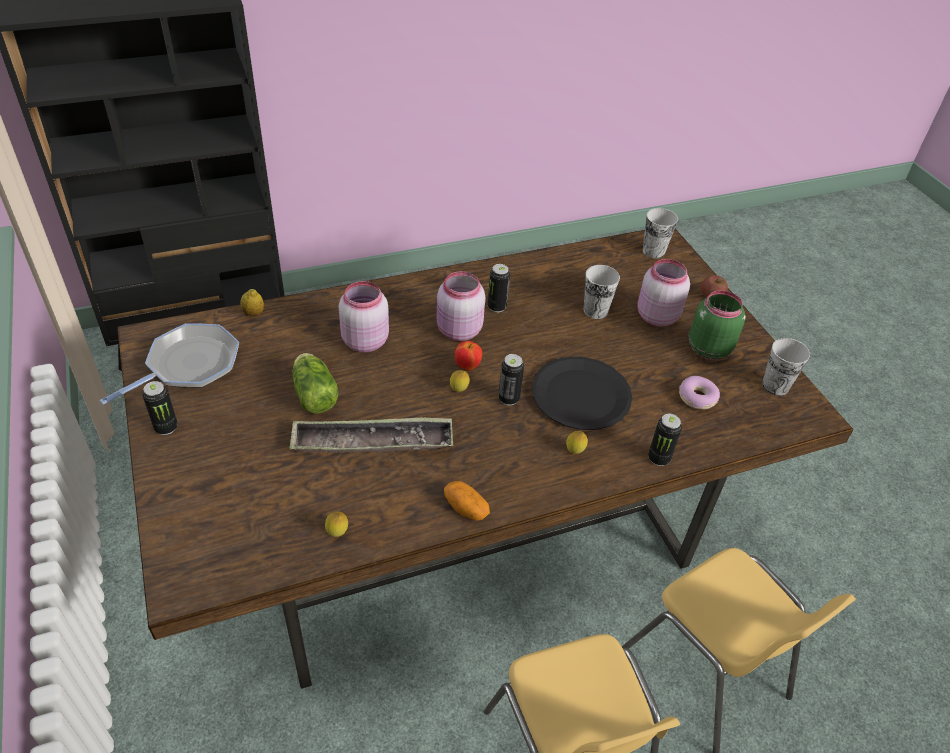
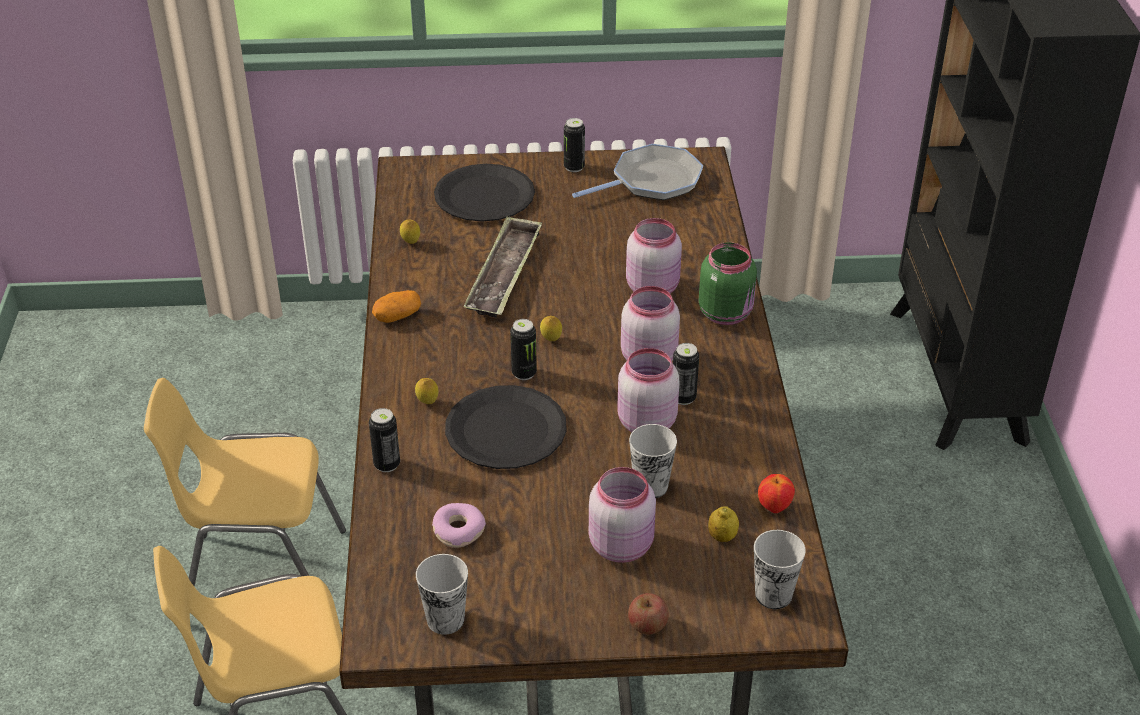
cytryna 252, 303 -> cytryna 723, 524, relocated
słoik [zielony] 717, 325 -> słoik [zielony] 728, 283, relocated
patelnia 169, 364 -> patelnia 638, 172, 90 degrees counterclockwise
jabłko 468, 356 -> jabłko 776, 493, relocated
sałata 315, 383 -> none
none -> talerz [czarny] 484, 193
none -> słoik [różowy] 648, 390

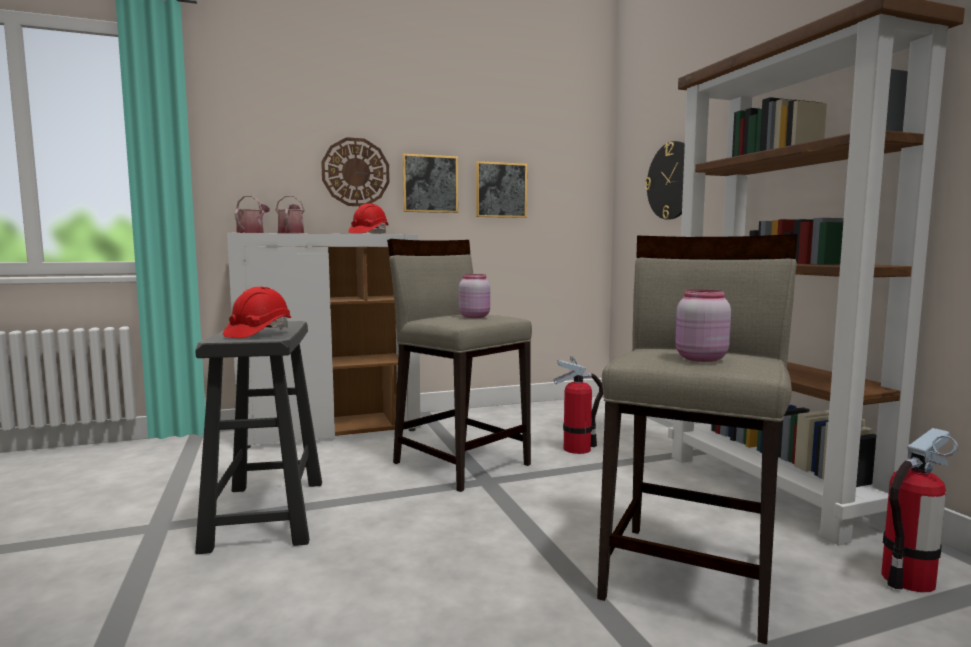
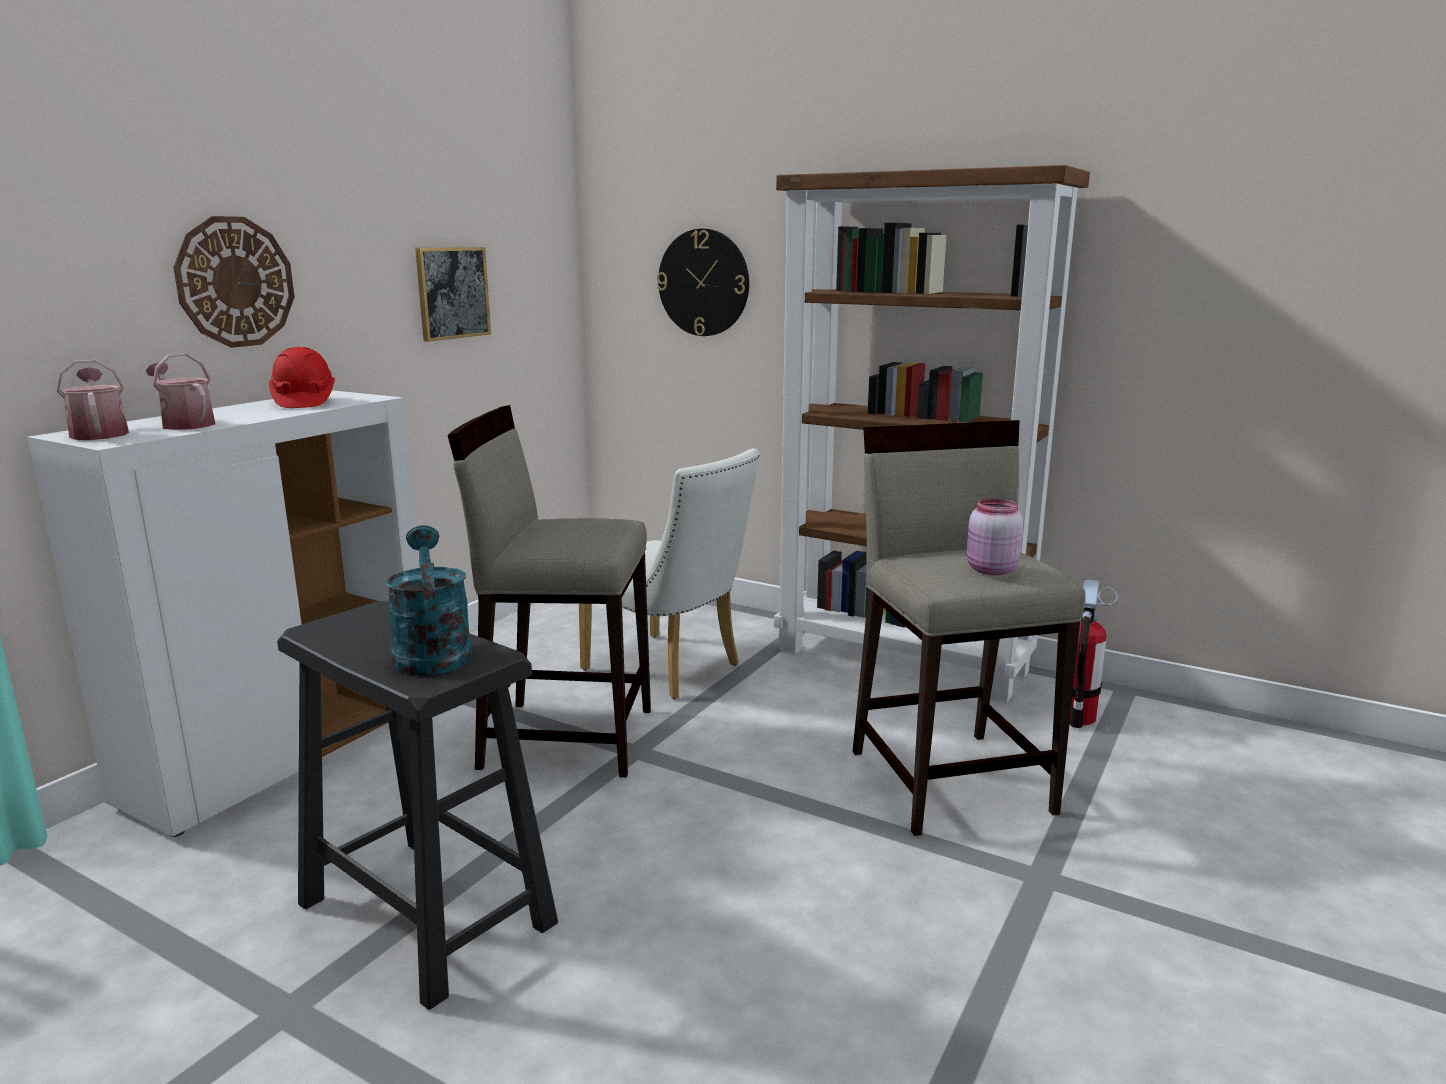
obraz 430, 183 -> none
słoik [różowy] 474, 296 -> none
kask [czerwony] 257, 312 -> konewka [turkusowy] 429, 600
gaśnica 578, 405 -> krzesło [biały] 669, 574

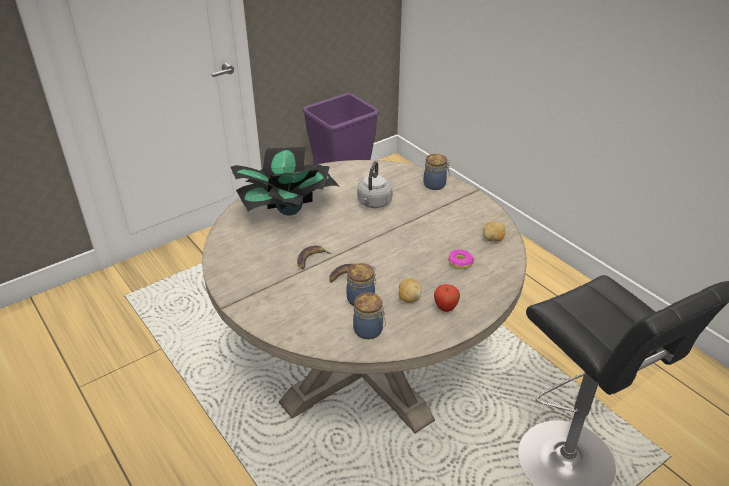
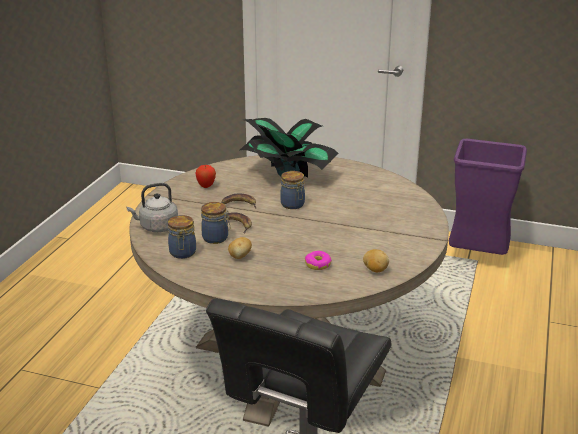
słoik 436, 172 -> słoik 292, 190, relocated
czajnik [szary] 375, 184 -> czajnik [szary] 152, 207, relocated
jabłko 447, 298 -> jabłko 205, 176, relocated

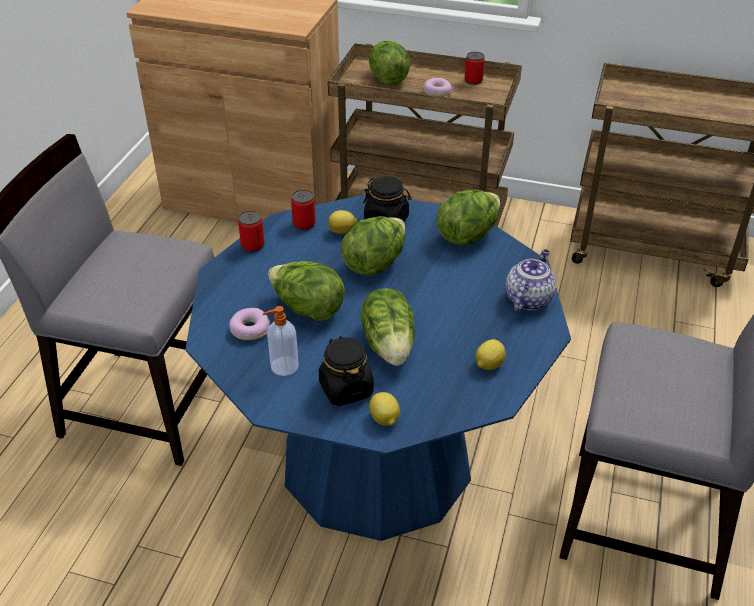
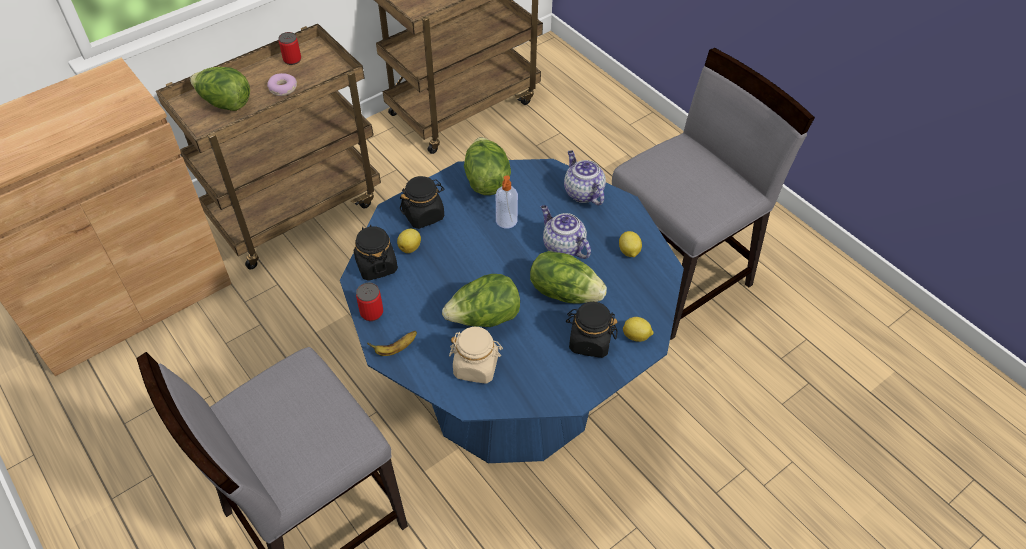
puszka 303, 210 -> słoik [czarny] 376, 253
sałata 373, 246 -> none
dozownik mydła 281, 341 -> dozownik mydła 507, 202, relocated
donut 249, 324 -> słoik [beżowy] 476, 355
none -> imbryk 566, 232
none -> banan 392, 343

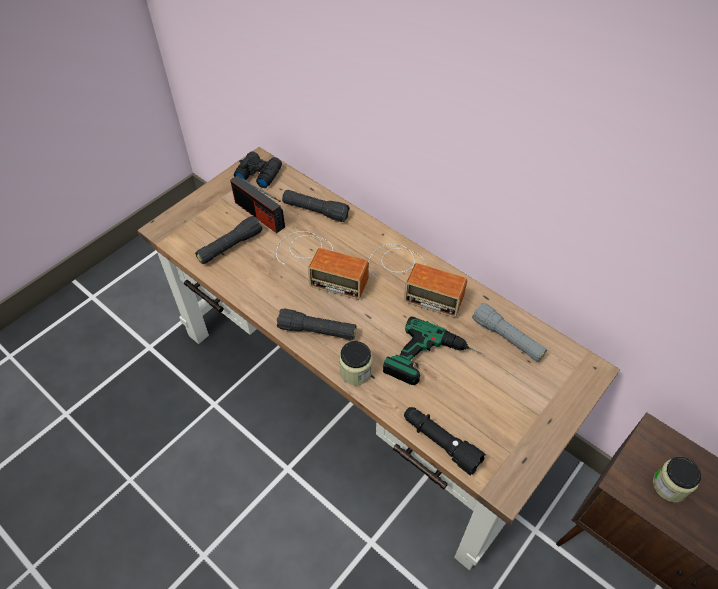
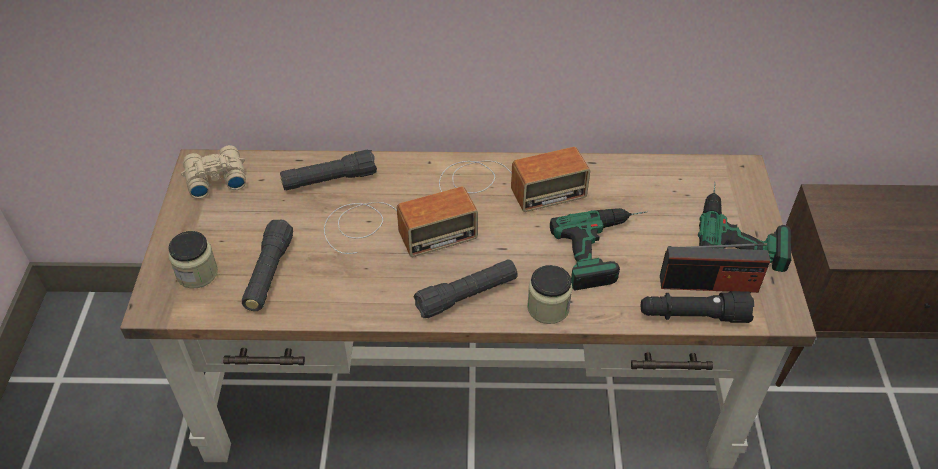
lornetka [czarny] 258, 169 -> lornetka [beżowy] 213, 172
radio 257, 204 -> radio 715, 268, relocated
latarka [szary] 509, 332 -> none
słoik 677, 479 -> słoik 193, 259, relocated
none -> wiertarka 745, 227

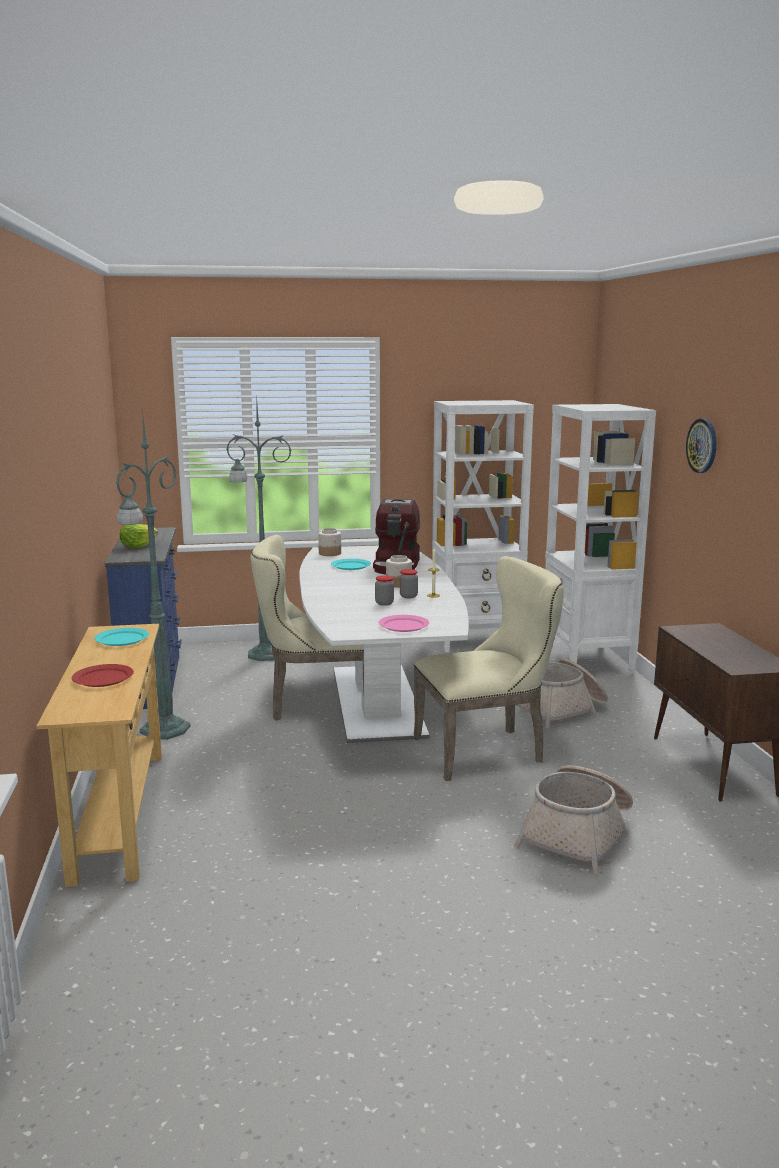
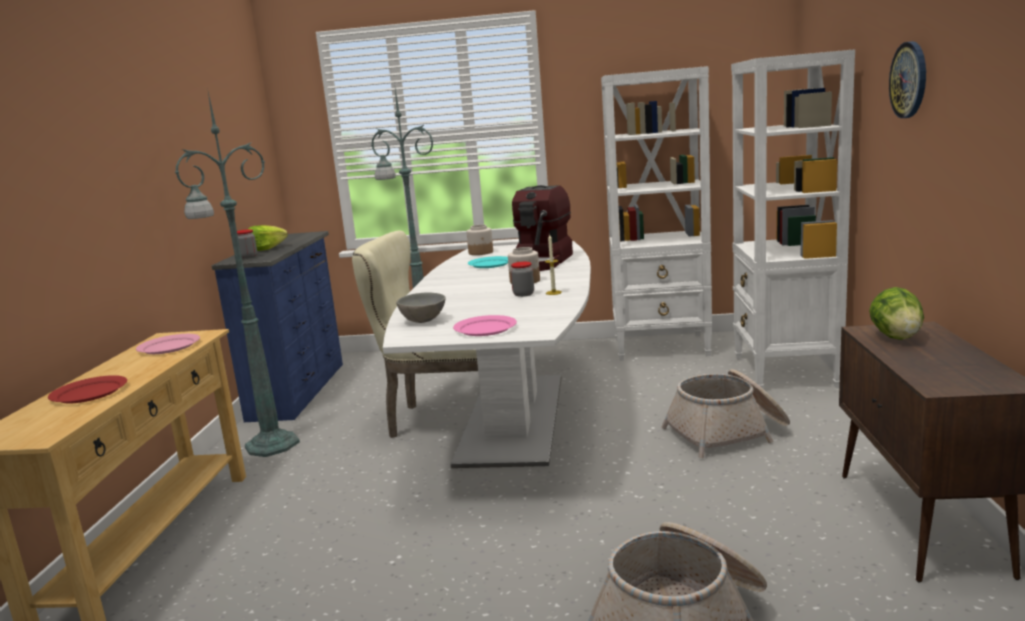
krzesło [beżowy] 489, 668 -> none
słoik 384, 590 -> słoik 247, 244, relocated
talerz [turkusowy] 122, 637 -> talerz [różowy] 168, 344
none -> sałata 896, 313
none -> miska [szary] 421, 308

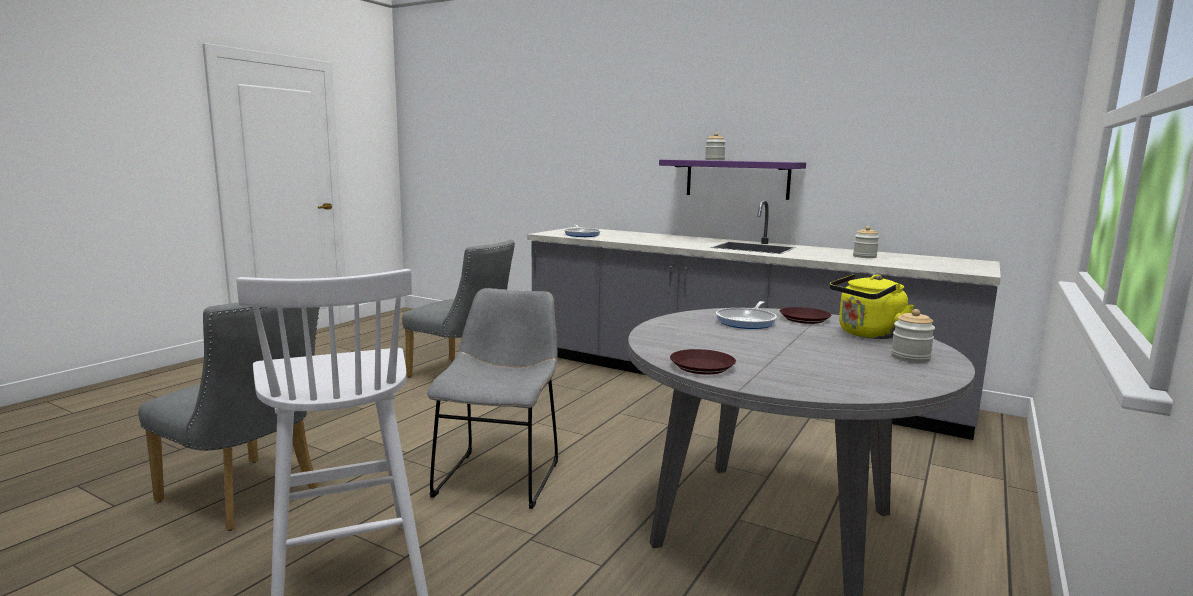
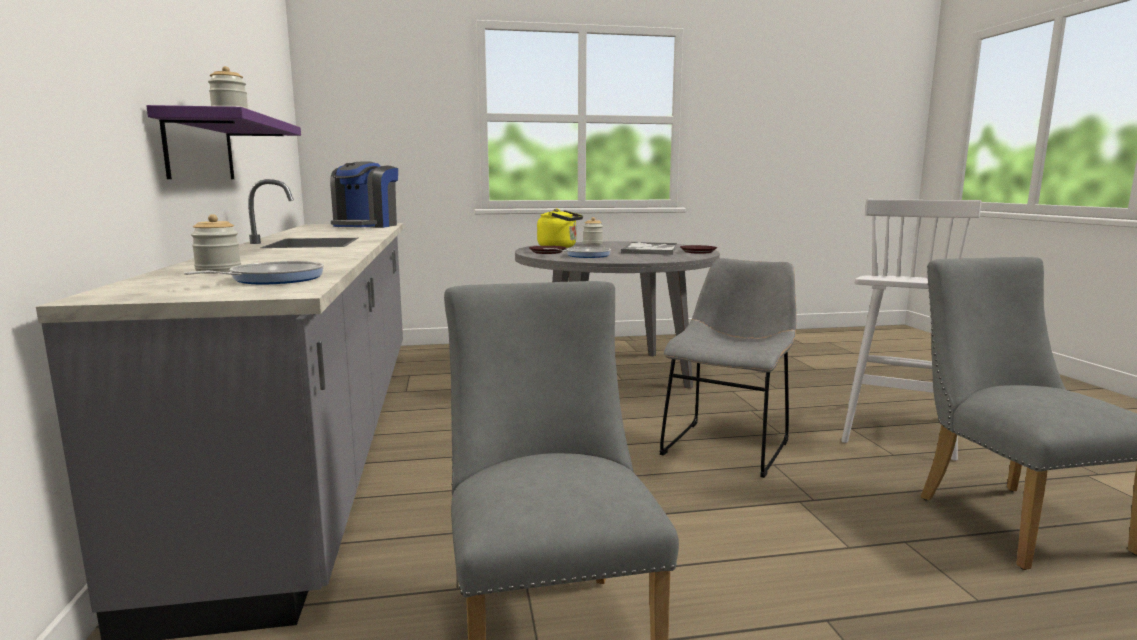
słoik 866, 242 -> słoik 216, 244, relocated
krzesło [szary] 492, 398 -> krzesło [szary] 727, 368, 150 degrees clockwise
none -> ekspres do kawy 364, 194
none -> taca 649, 248

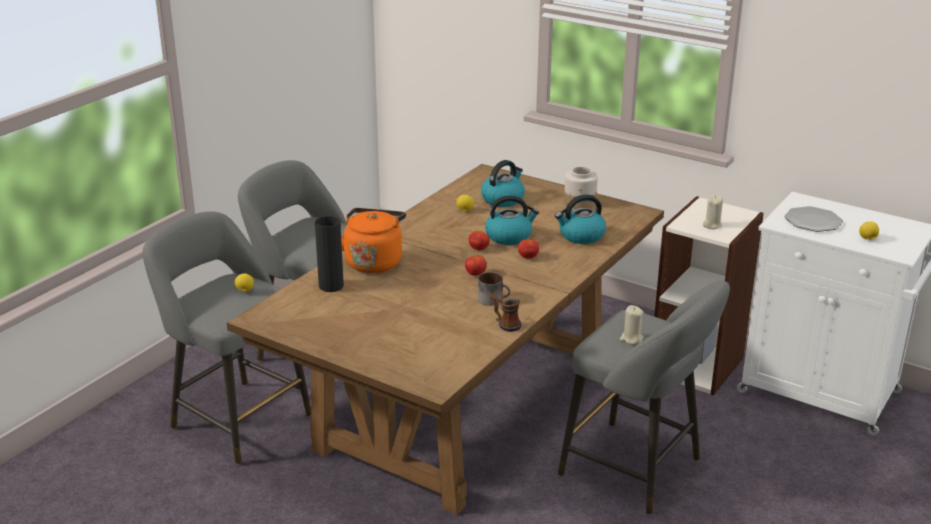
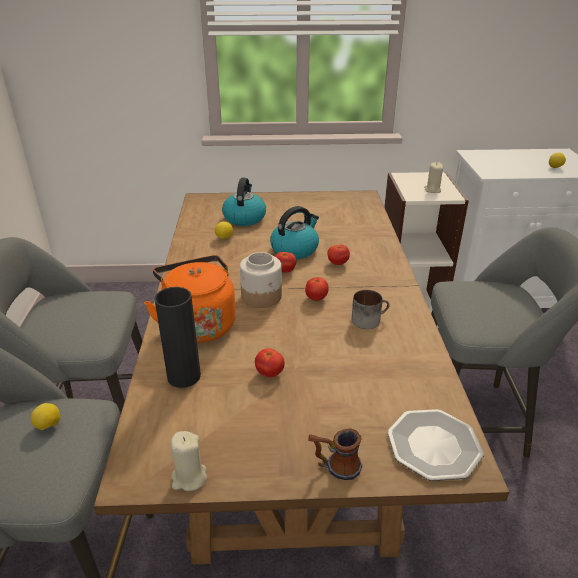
słoik 581, 188 -> słoik 261, 280, relocated
czajnik 580, 219 -> none
talerz 813, 219 -> talerz 435, 445, relocated
kubek 506, 313 -> kubek 335, 454, relocated
świeca [beżowy] 632, 324 -> świeca [beżowy] 189, 461, relocated
none -> pomidor 270, 362

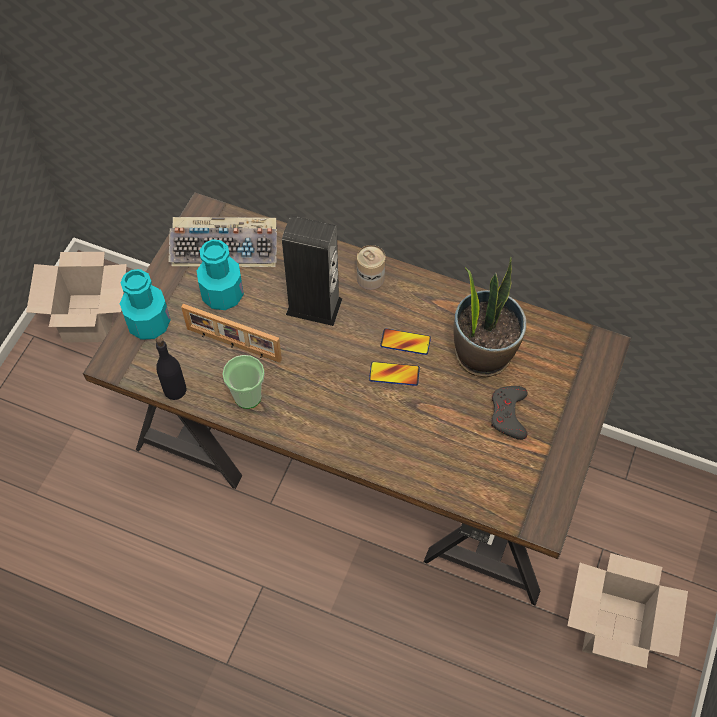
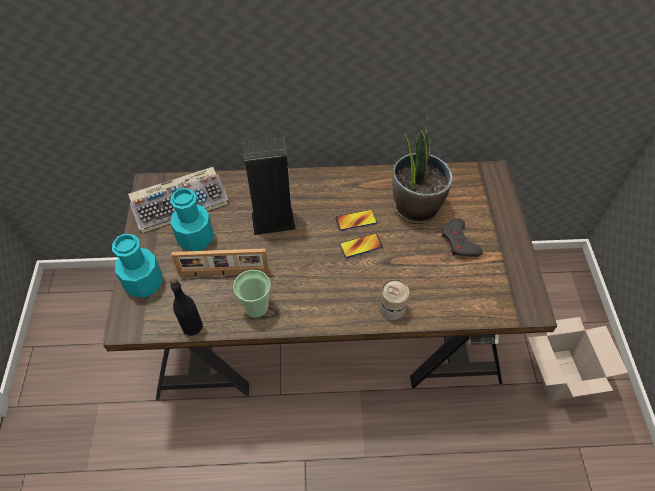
puszka 371, 267 -> puszka 394, 299, relocated
karton 76, 297 -> none

